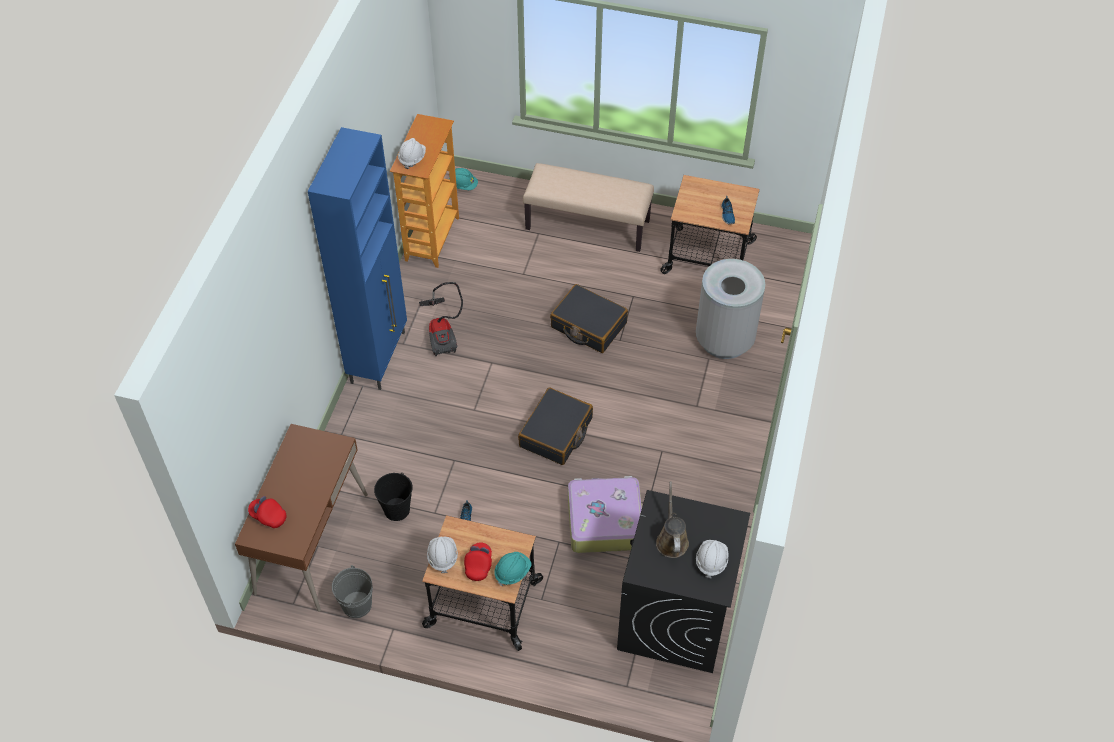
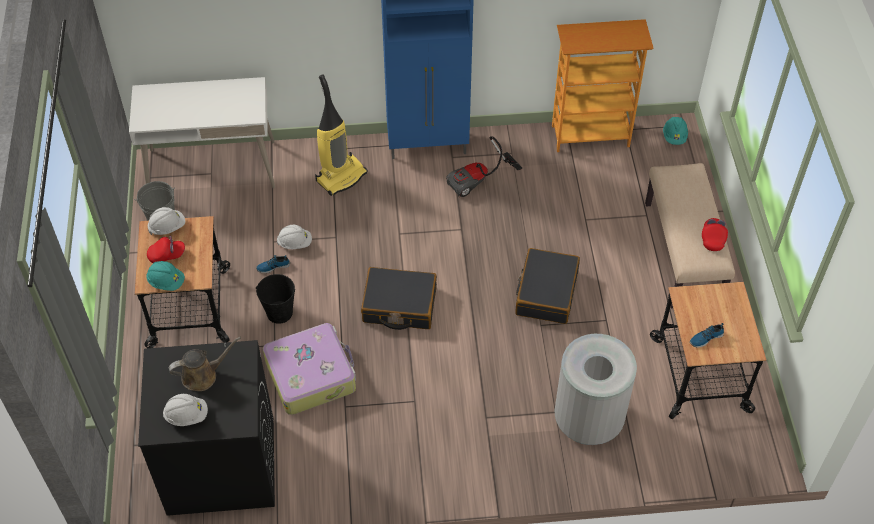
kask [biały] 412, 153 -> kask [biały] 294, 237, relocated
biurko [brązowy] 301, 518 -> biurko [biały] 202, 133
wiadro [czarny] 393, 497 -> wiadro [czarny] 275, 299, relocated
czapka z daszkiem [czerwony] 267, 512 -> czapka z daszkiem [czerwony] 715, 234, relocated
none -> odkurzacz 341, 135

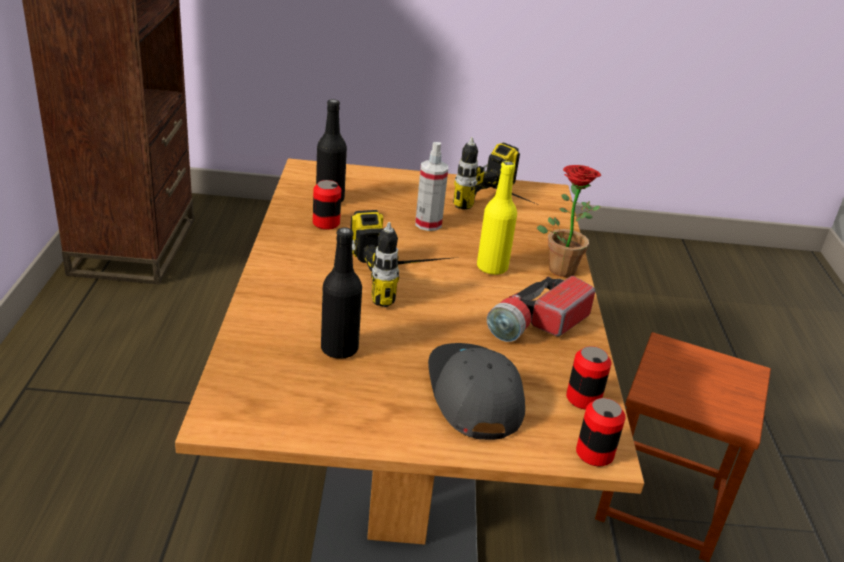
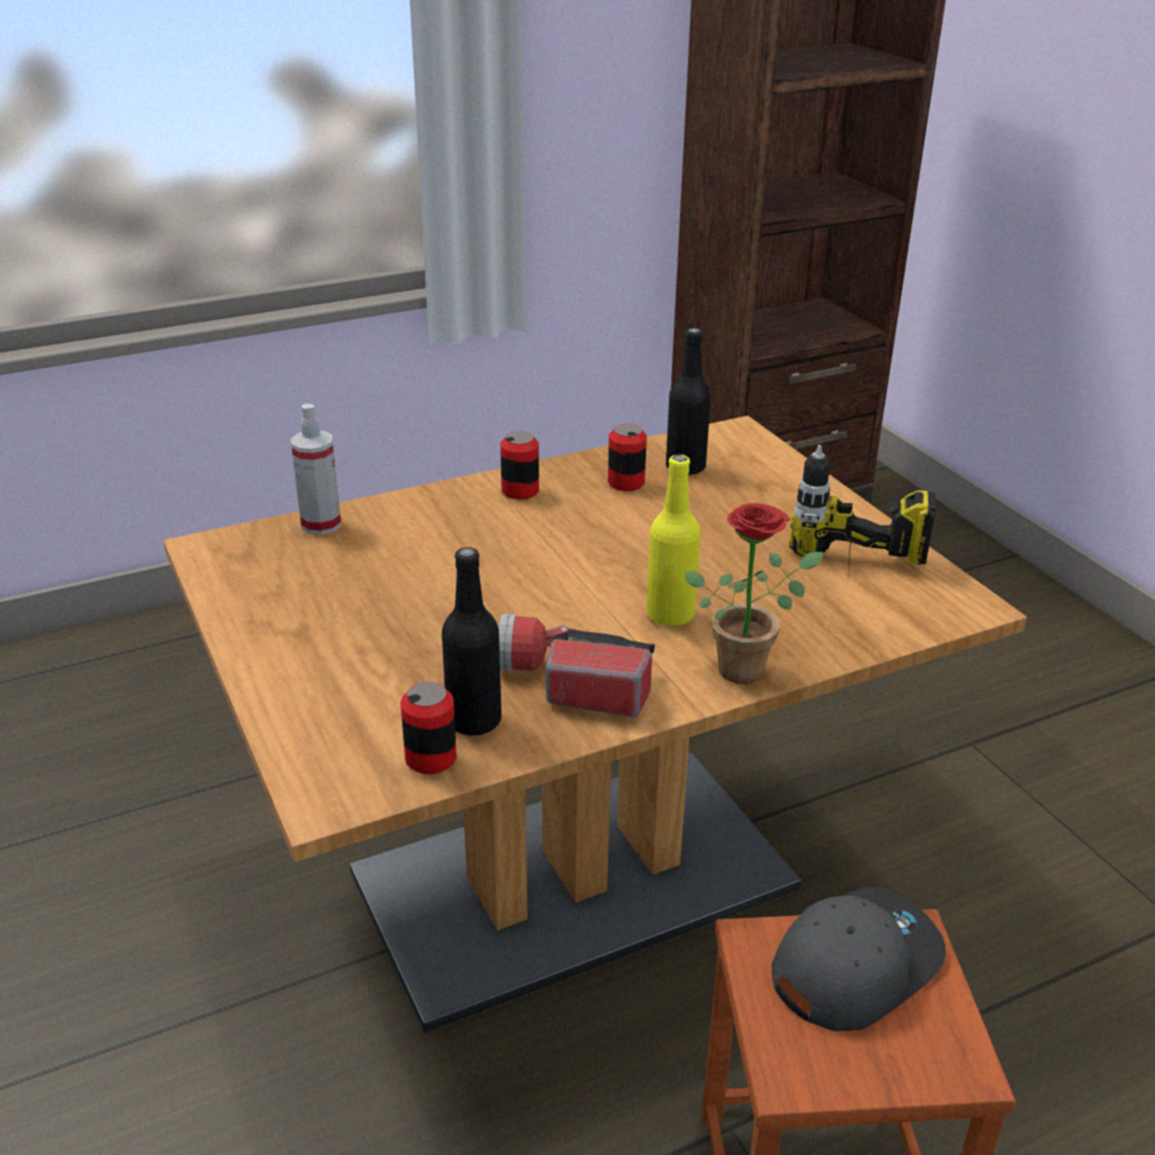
spryskiwacz 431, 186 -> spryskiwacz 316, 469, relocated
wiertarka 404, 258 -> none
butelka [czarny] 341, 293 -> butelka [czarny] 472, 641, relocated
czapka z daszkiem [szary] 476, 391 -> czapka z daszkiem [szary] 859, 959, relocated
puszka 601, 432 -> puszka 519, 465, relocated

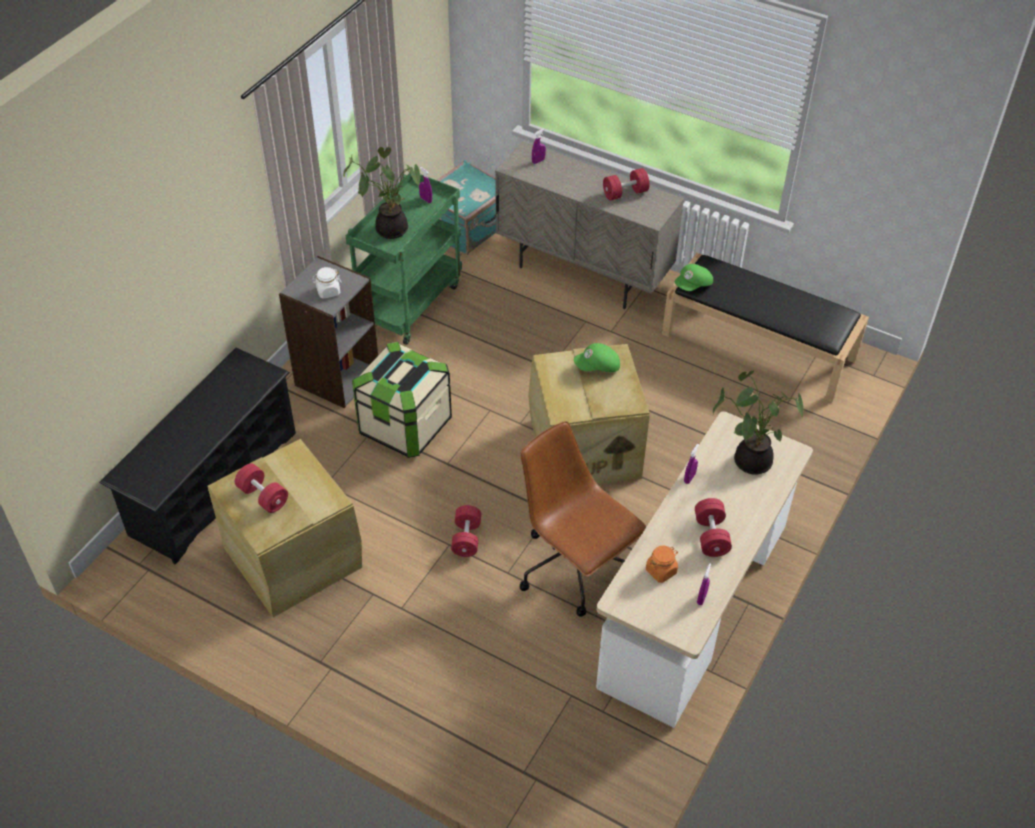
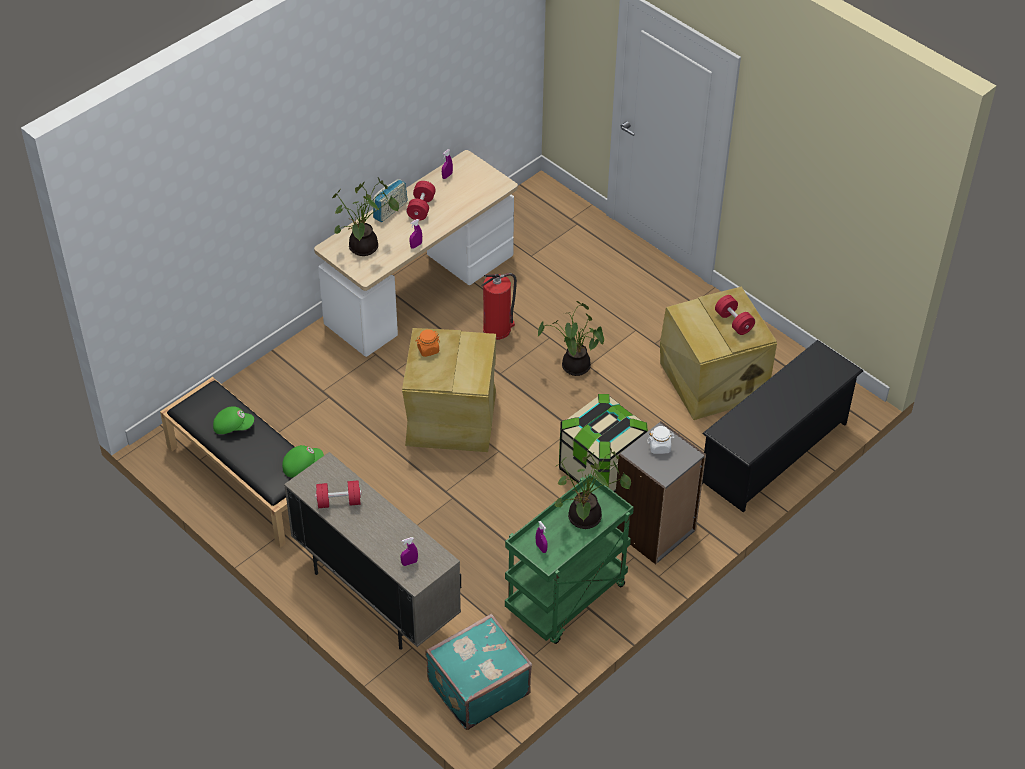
czapka z daszkiem [zielony] 597, 357 -> czapka z daszkiem [zielony] 233, 420, relocated
krzesło biurowe [brązowy] 583, 519 -> gaśnica 499, 306
hantel [czerwony] 466, 531 -> roślina doniczkowa 570, 338
słoik [pomarańczowy] 662, 564 -> słoik [pomarańczowy] 428, 343, relocated
none -> radio 390, 200

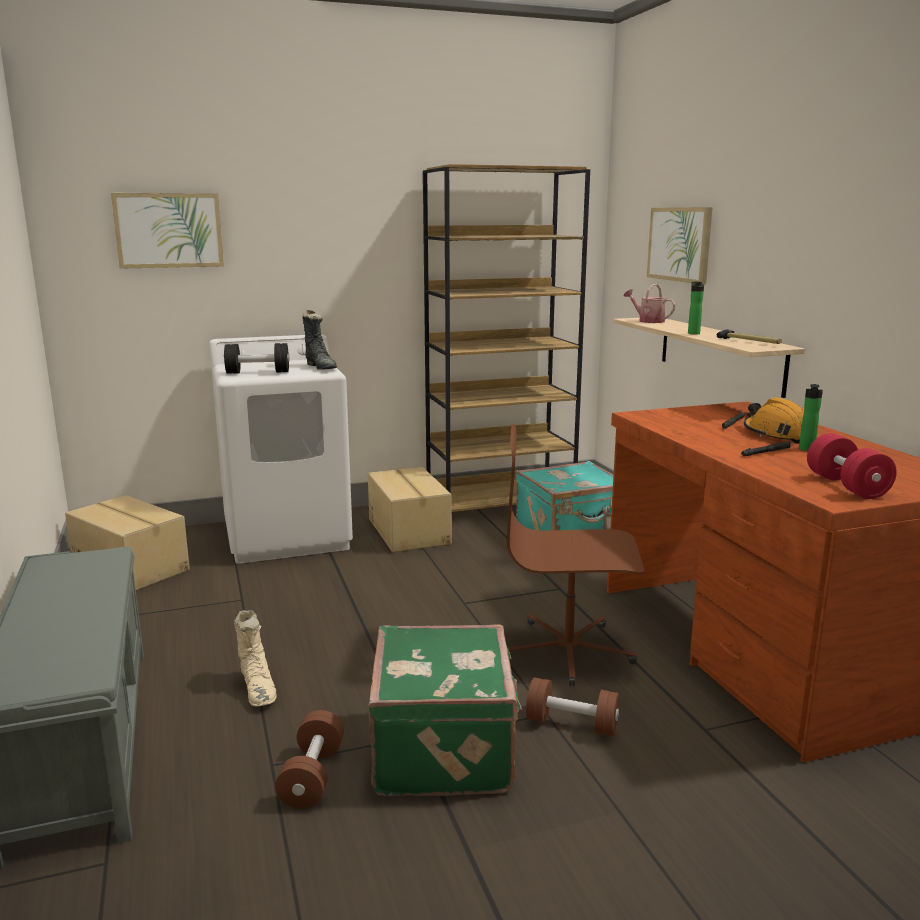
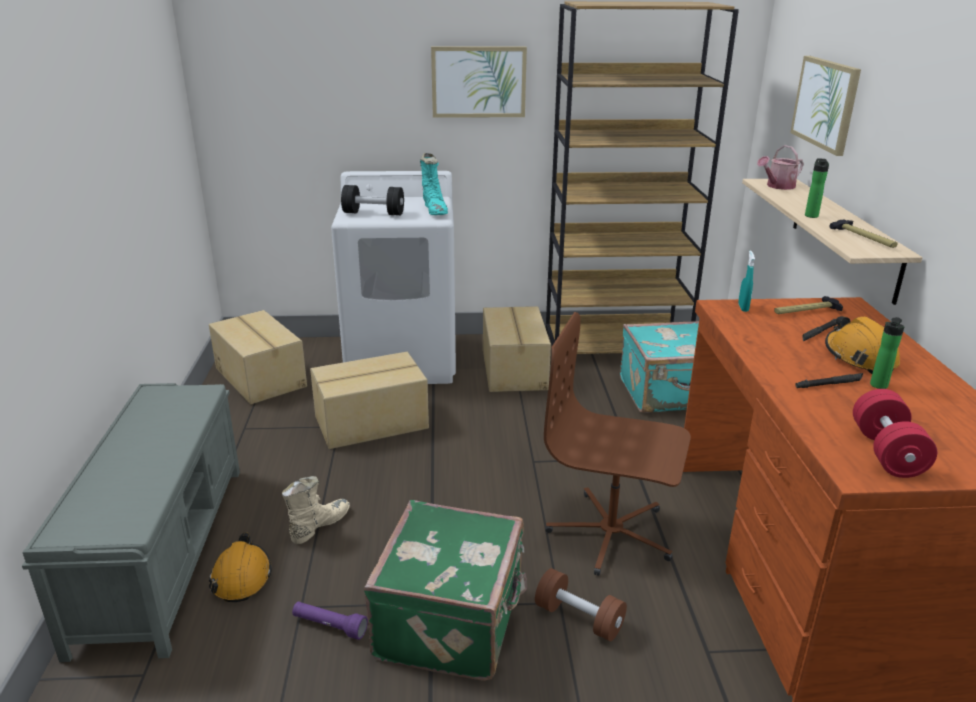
obraz 167, 231 -> obraz 479, 82, relocated
konewka 649, 303 -> konewka 780, 167, 90 degrees counterclockwise
but z cholewką [czarny] 319, 340 -> but z cholewką [turkusowy] 434, 184
but z cholewką [beżowy] 255, 658 -> but z cholewką [beżowy] 316, 510, 135 degrees counterclockwise
hantel [brązowy] 309, 759 -> latarka [fioletowy] 330, 621
none -> spryskiwacz [turkusowy] 746, 281
none -> młotek 808, 305
none -> karton 369, 400
none -> kask [pomarańczowy] 240, 567

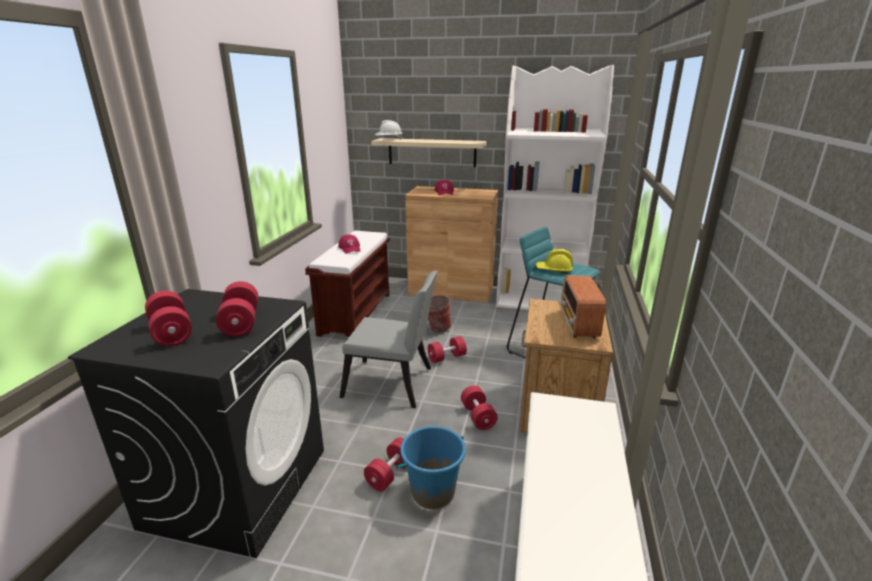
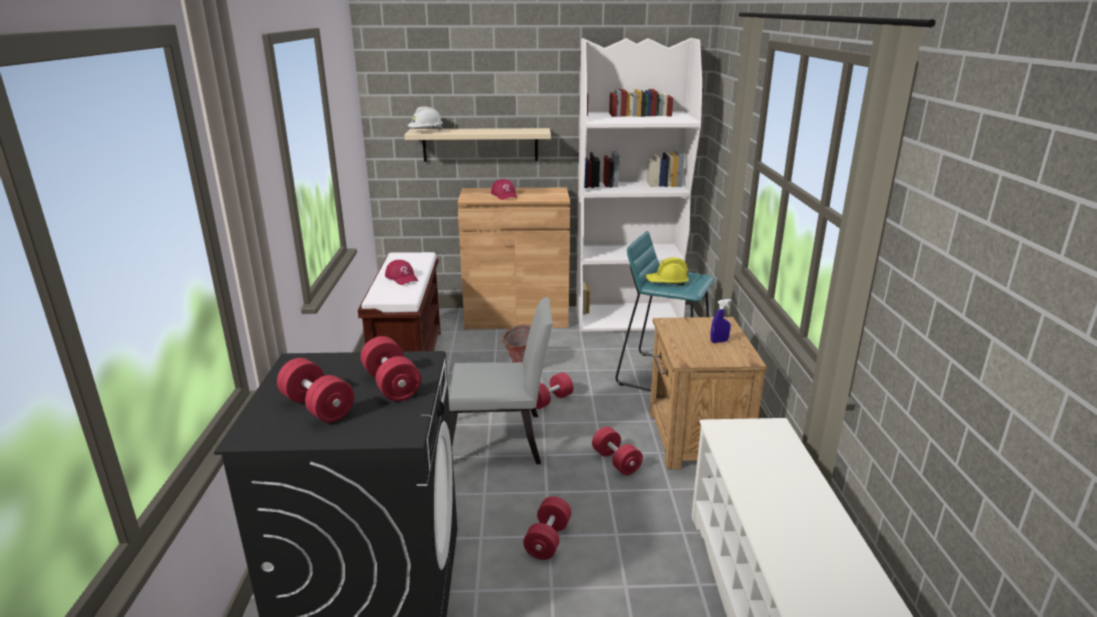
radio 583, 306 -> spryskiwacz [niebieski] 720, 321
wiadro [niebieski] 431, 467 -> none

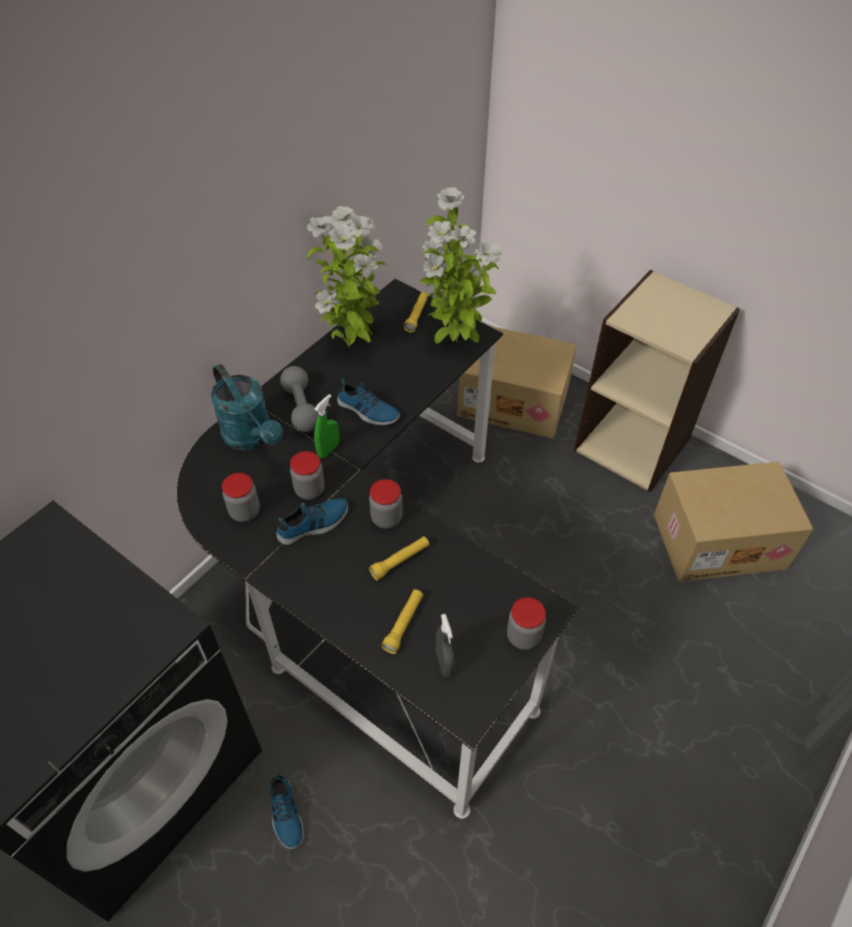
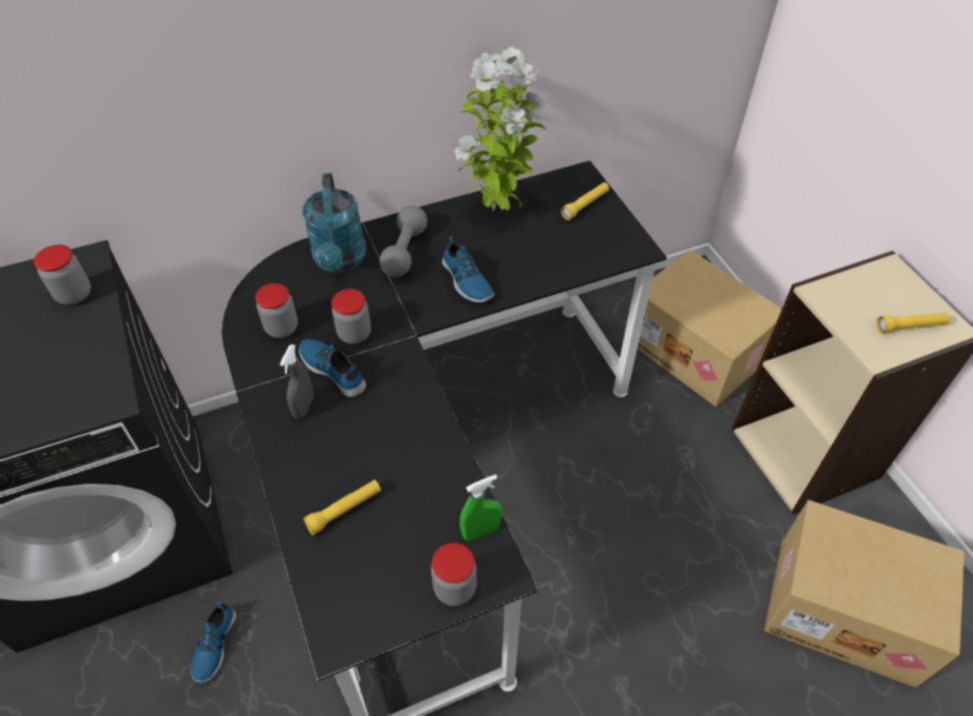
roślina doniczkowa 460, 265 -> none
spryskiwacz [zielony] 326, 426 -> spryskiwacz [zielony] 481, 508, relocated
słoik 386, 504 -> słoik 62, 275, relocated
but 312, 521 -> but 332, 368, 135 degrees counterclockwise
latarka [żółty] 399, 558 -> latarka [żółty] 913, 323, relocated
spryskiwacz [szary] 445, 646 -> spryskiwacz [szary] 297, 381, relocated

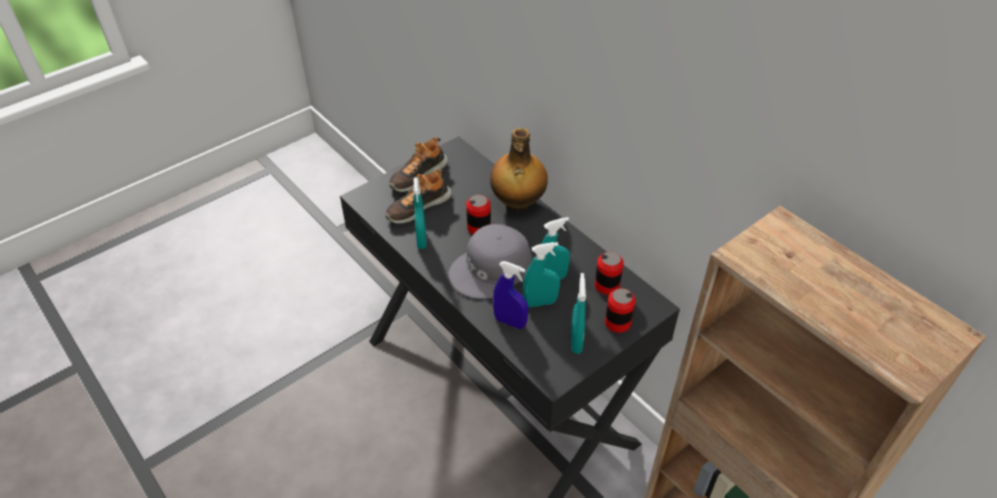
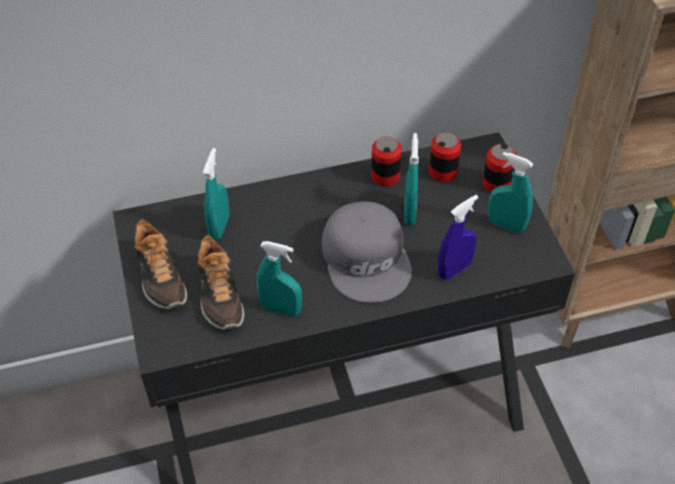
butelka 519, 170 -> none
puszka 478, 214 -> puszka 386, 161, relocated
spryskiwacz [turkusowy] 541, 274 -> spryskiwacz [turkusowy] 216, 194, relocated

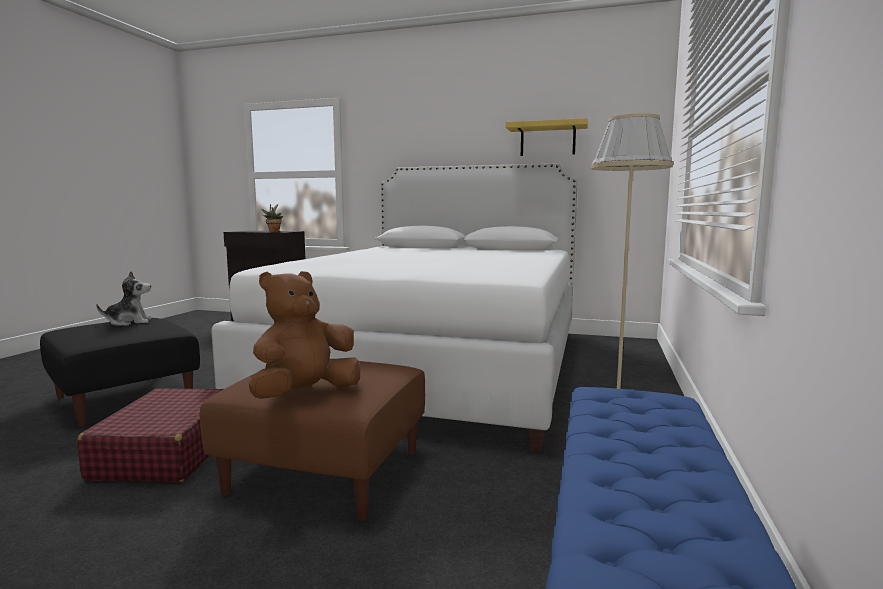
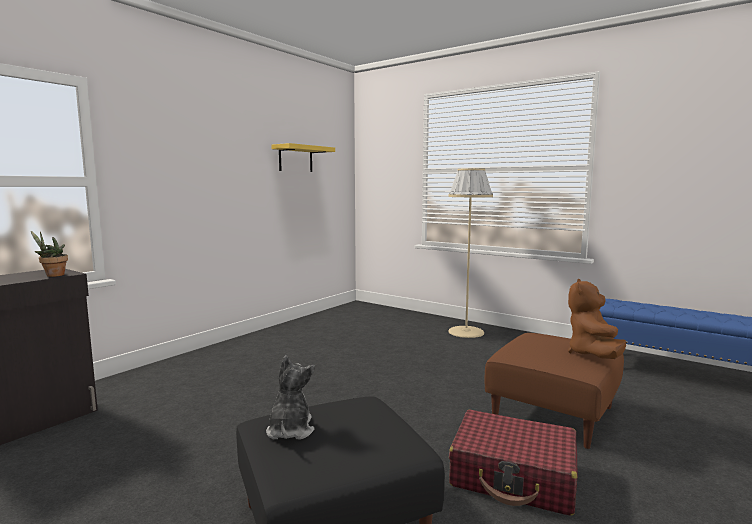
łóżko [biały] 394, 307 -> none
pluszak [brązowy] 304, 335 -> pluszak [brązowy] 597, 319, 45 degrees clockwise

